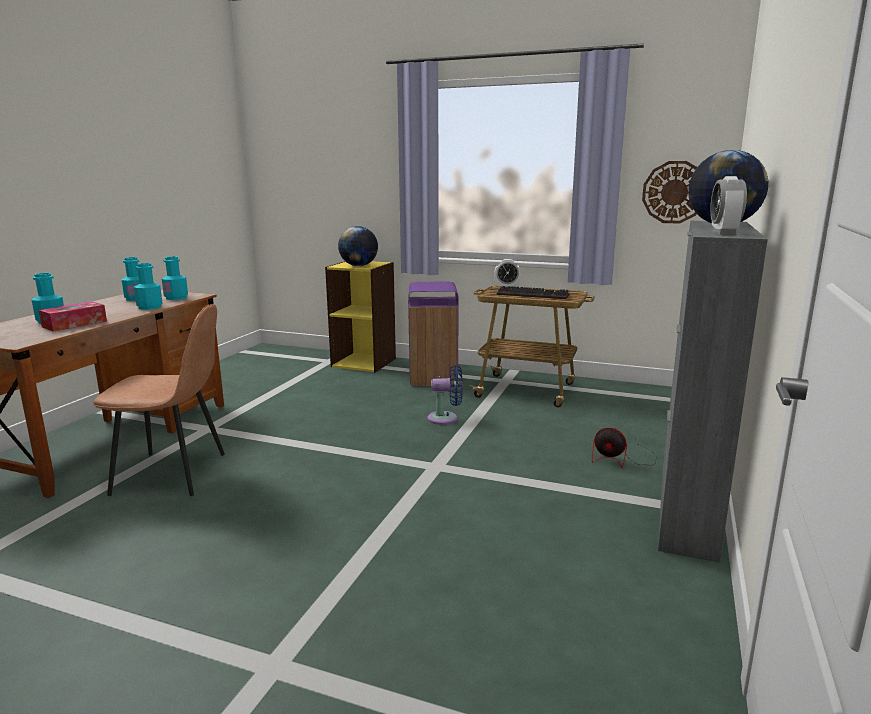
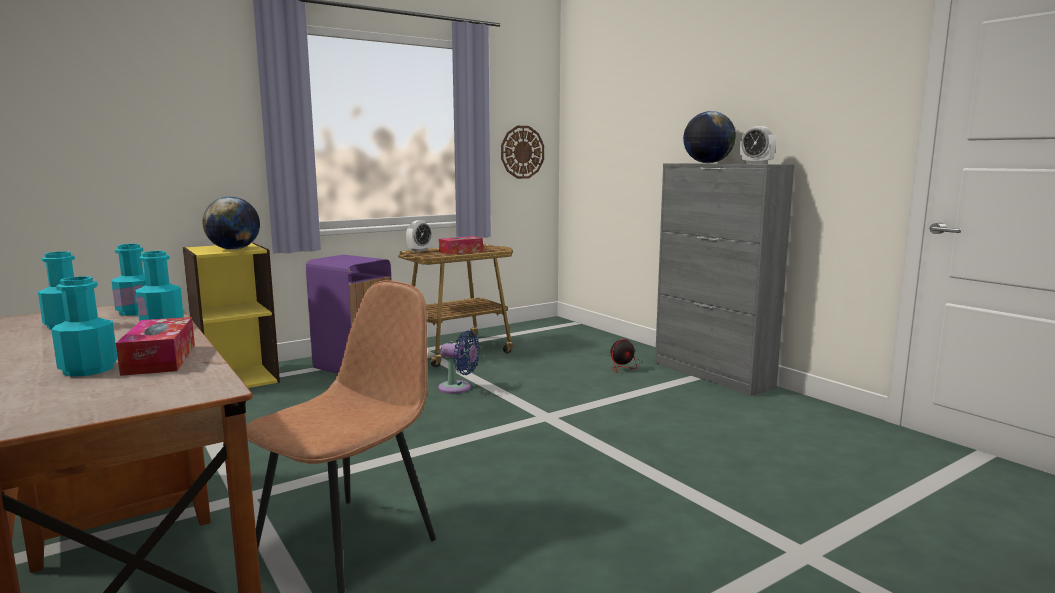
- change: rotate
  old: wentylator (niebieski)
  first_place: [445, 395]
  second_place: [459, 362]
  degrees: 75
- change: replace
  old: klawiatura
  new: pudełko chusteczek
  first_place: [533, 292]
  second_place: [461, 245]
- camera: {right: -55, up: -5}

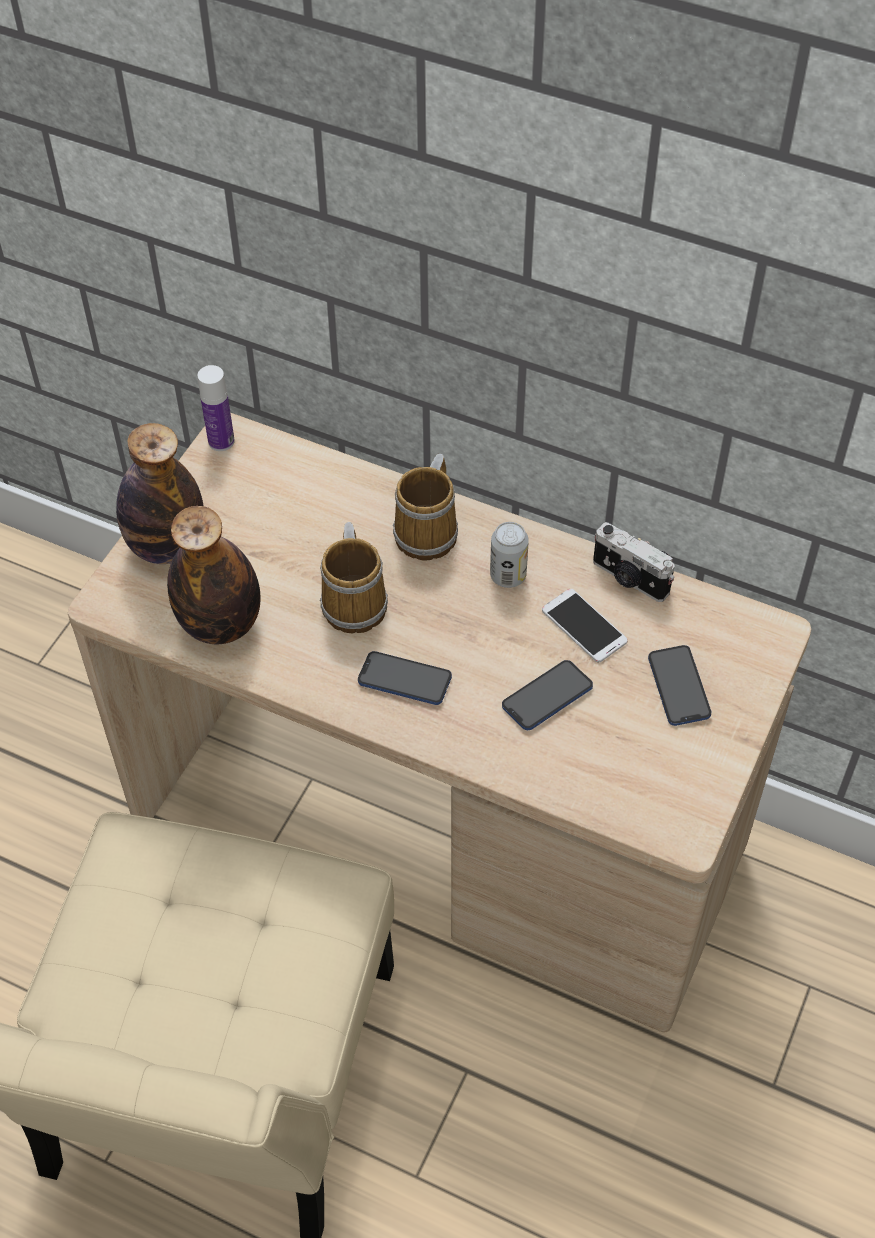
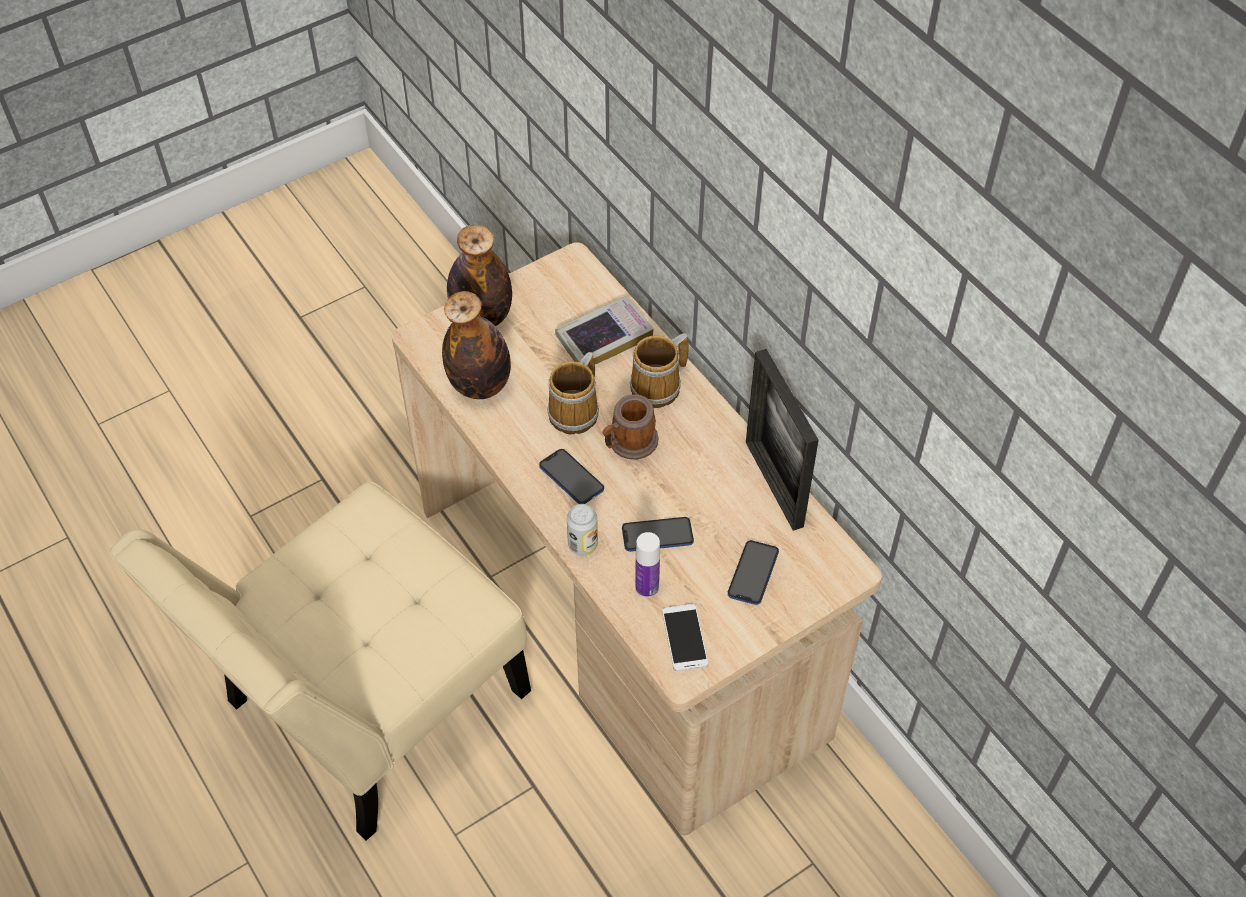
- change: insert
  new: książka
  second_place: [604, 330]
- change: move
  old: puszka
  first_place: [509, 555]
  second_place: [582, 529]
- change: insert
  new: kubek
  second_place: [630, 427]
- change: move
  old: butelka
  first_place: [216, 408]
  second_place: [647, 565]
- change: move
  old: telefon
  first_place: [585, 625]
  second_place: [685, 637]
- change: replace
  old: aparat fotograficzny
  new: ramka na zdjęcie
  first_place: [634, 562]
  second_place: [782, 440]
- camera: {right: 30, up: 0}

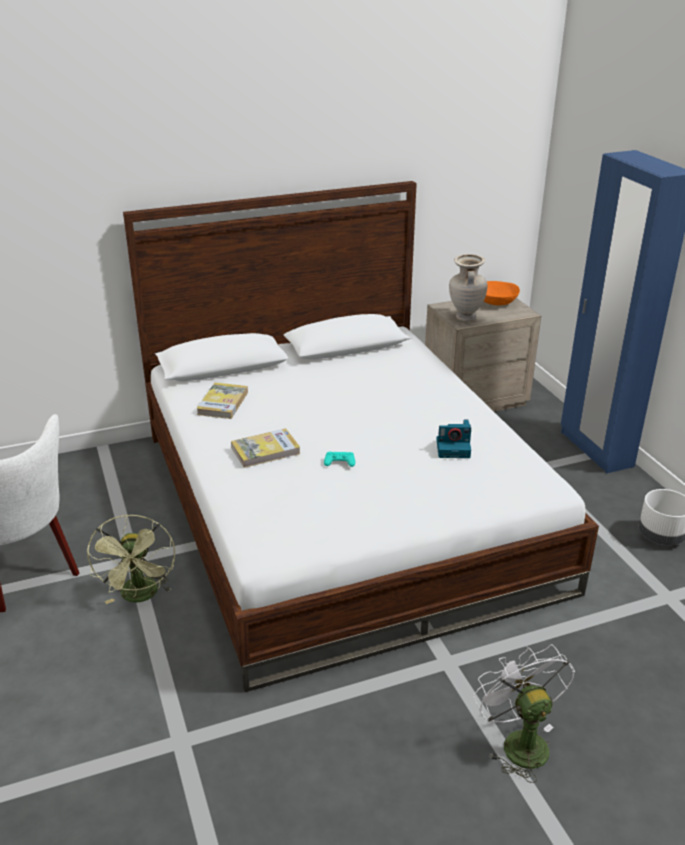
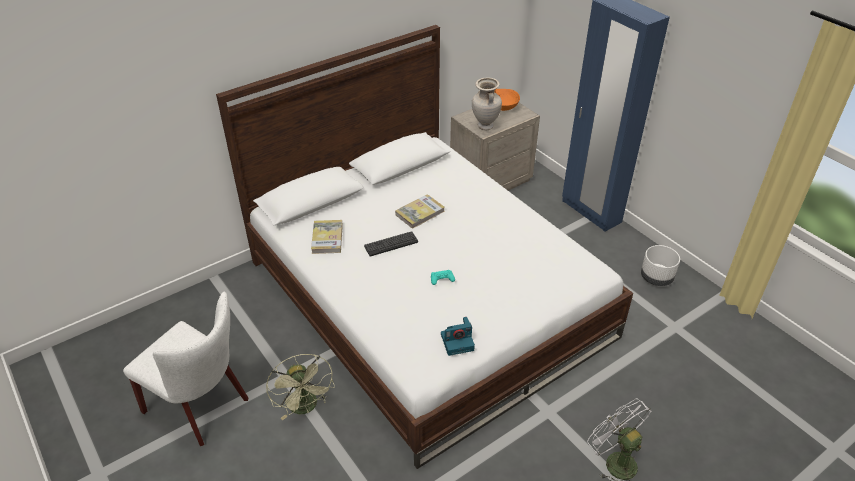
- change: insert
  new: klawiatura
  second_place: [391, 243]
- change: move
  old: książka
  first_place: [265, 448]
  second_place: [420, 211]
- change: move
  old: aparat fotograficzny
  first_place: [453, 438]
  second_place: [458, 336]
- camera: {right: -15, up: 10}

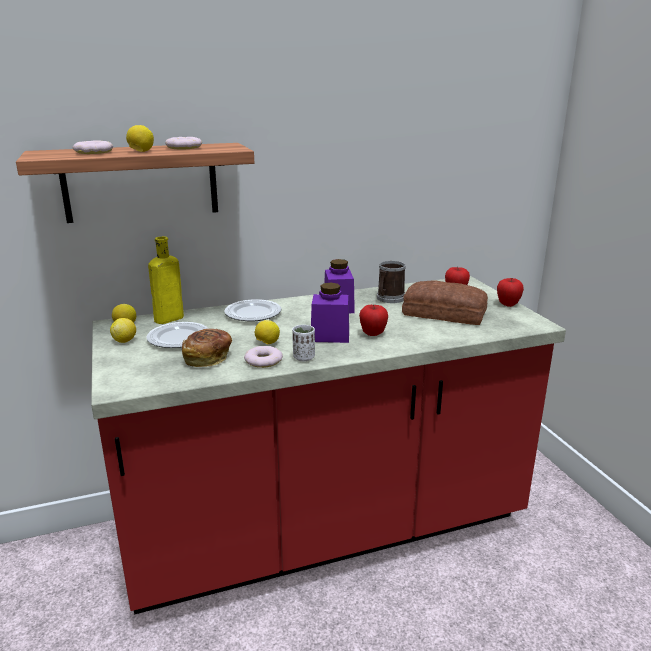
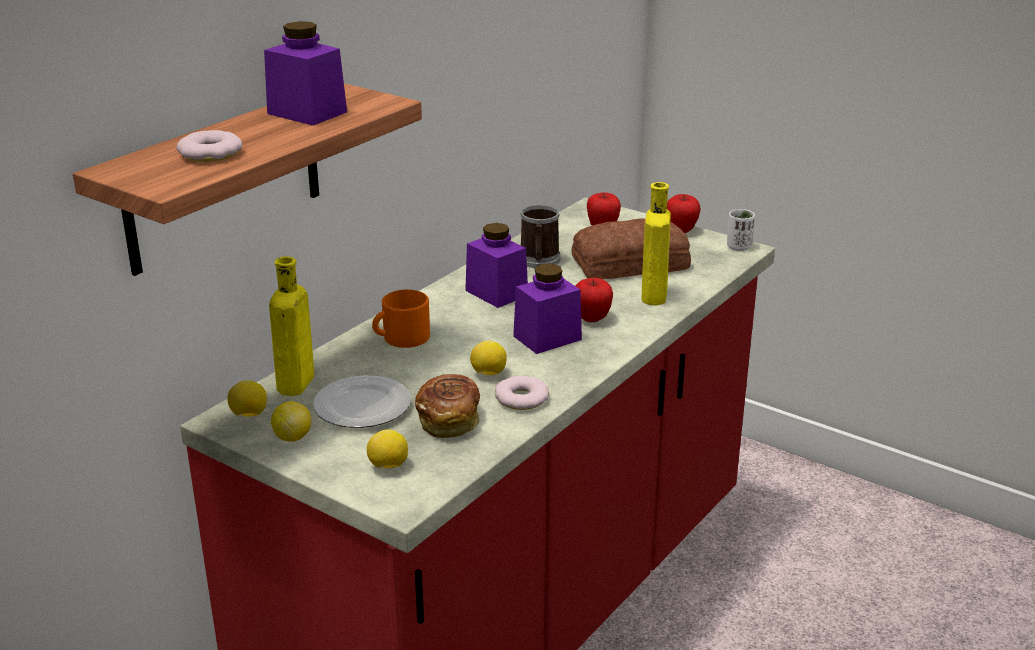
- change: replace
  old: donut
  new: słoik (fioletowy)
  first_place: [183, 143]
  second_place: [305, 73]
- change: move
  old: cytryna
  first_place: [140, 138]
  second_place: [387, 448]
- change: replace
  old: talerz
  new: kubek (pomarańczowy)
  first_place: [252, 310]
  second_place: [401, 318]
- change: insert
  new: butelka (żółty)
  second_place: [656, 243]
- change: move
  old: filiżanka (biały)
  first_place: [303, 343]
  second_place: [741, 230]
- camera: {right: -35, up: 5}

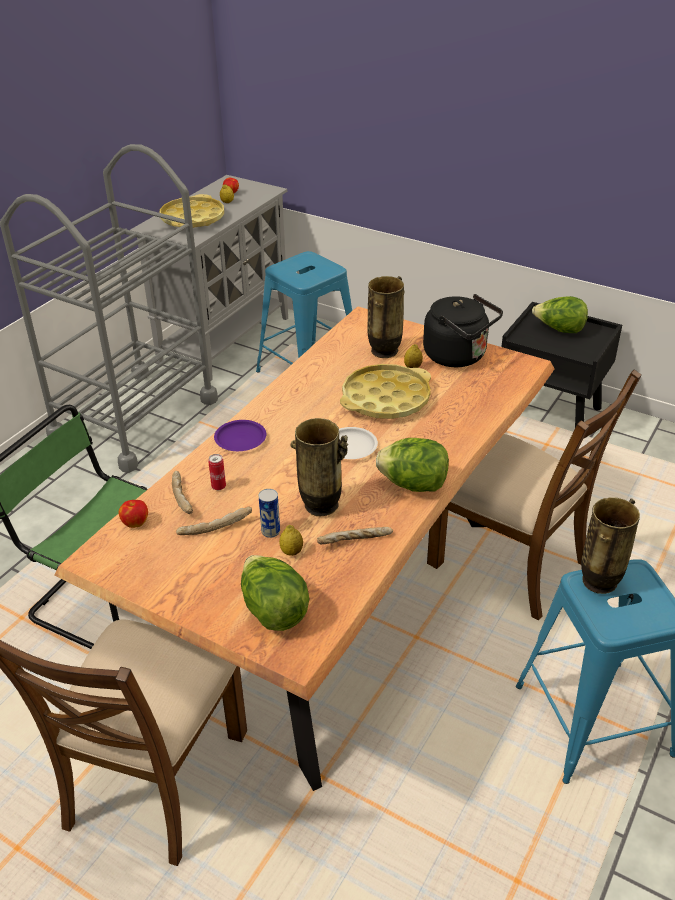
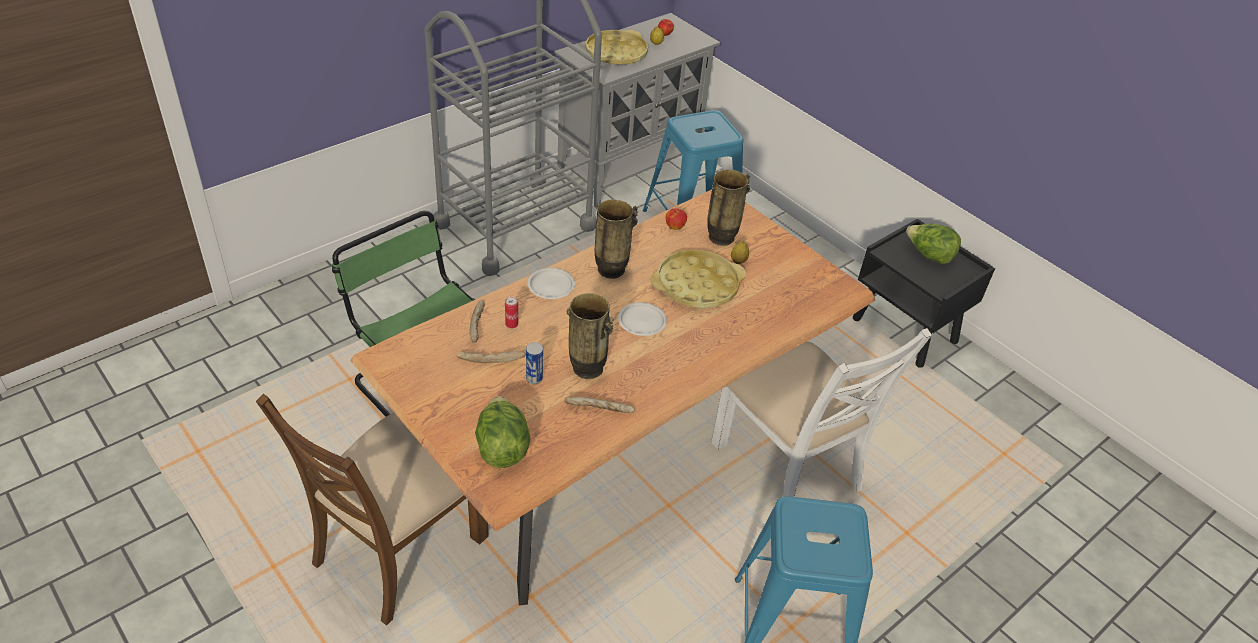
- change: recolor
  old: talerz (fioletowy)
  new: talerz (biały)
  first_place: [240, 435]
  second_place: [551, 283]
- change: move
  old: wazon
  first_place: [610, 546]
  second_place: [616, 239]
- change: move
  old: jabłko
  first_place: [133, 514]
  second_place: [676, 219]
- change: recolor
  old: krzesło (brązowy)
  new: krzesło (biały)
  first_place: [534, 495]
  second_place: [821, 412]
- change: delete
  old: cytryna
  first_place: [291, 540]
- change: delete
  old: sałata
  first_place: [412, 465]
- change: delete
  old: czajnik (czarny)
  first_place: [463, 330]
- camera: {right: 15, up: 5}

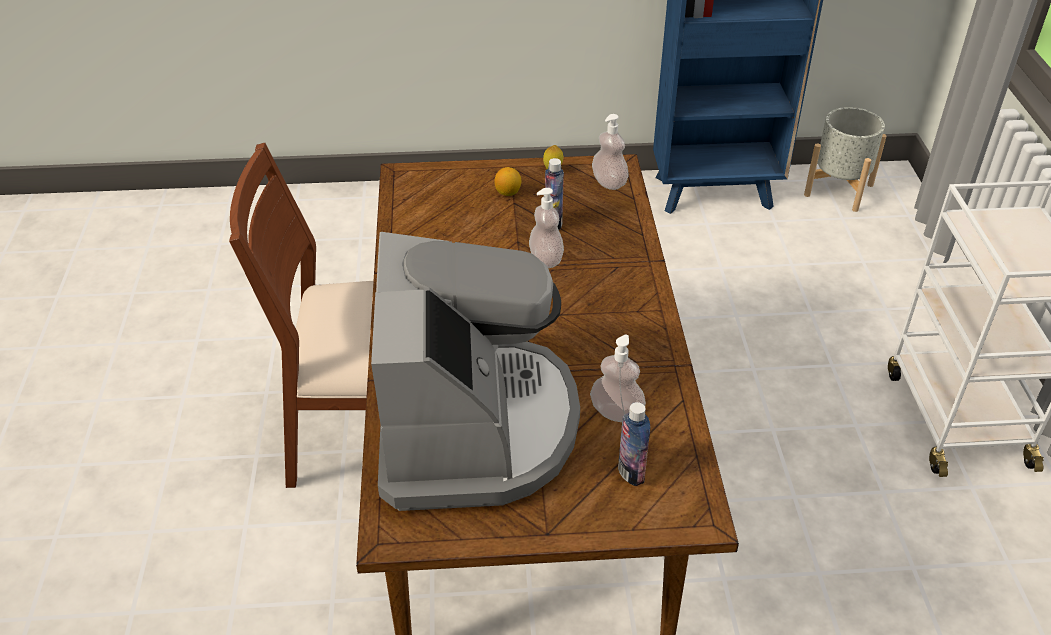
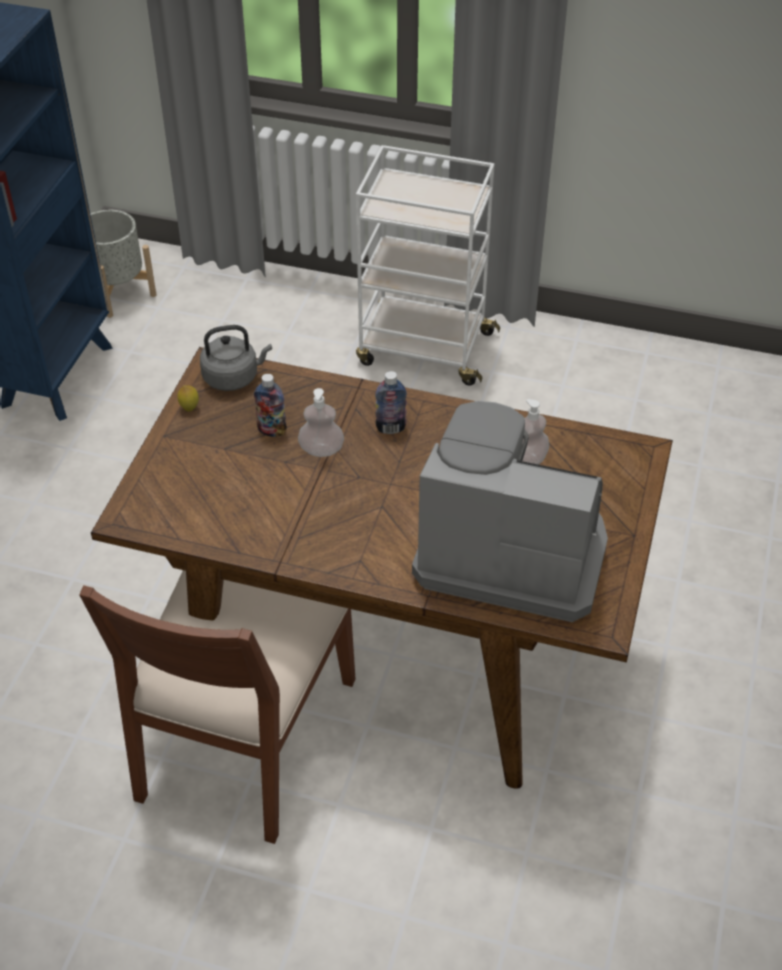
- change: replace
  old: dozownik mydła
  new: czajnik (szary)
  first_place: [610, 152]
  second_place: [236, 358]
- change: move
  old: butelka
  first_place: [634, 444]
  second_place: [391, 402]
- change: delete
  old: cytryna
  first_place: [507, 181]
- camera: {right: -70, up: 5}

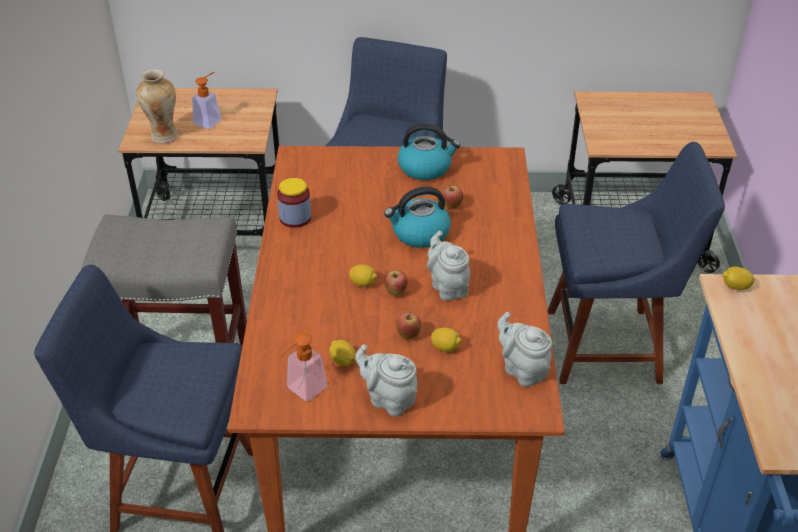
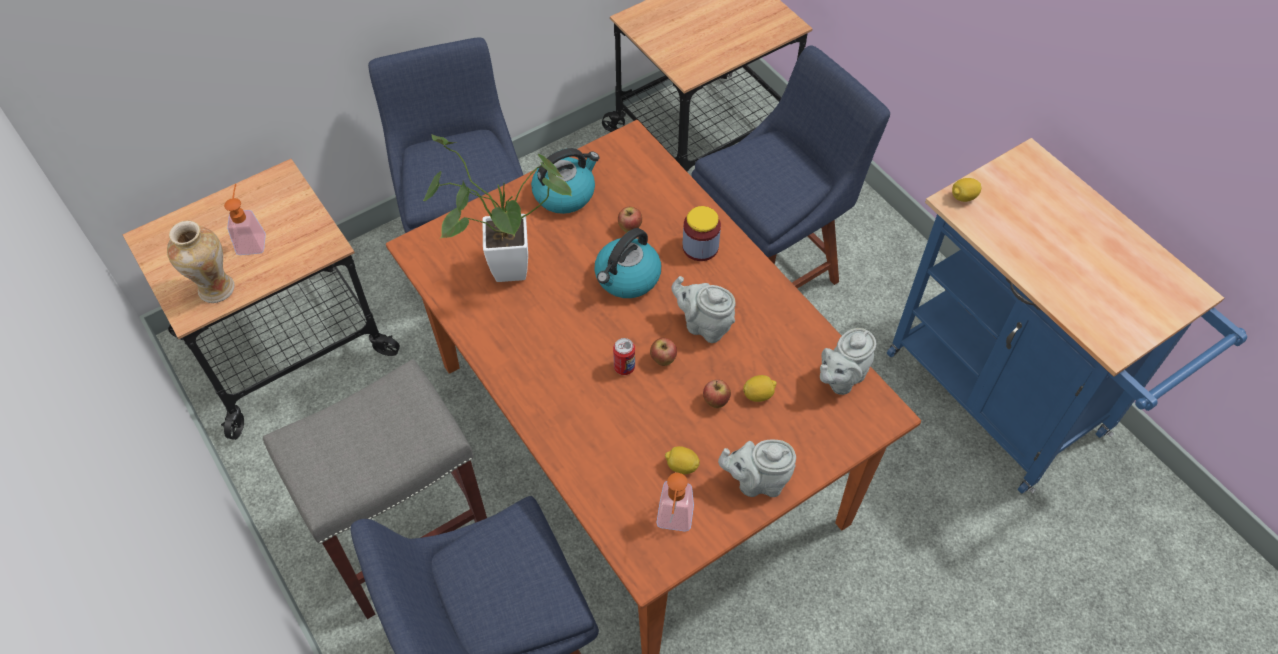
- change: insert
  new: roślina doniczkowa
  second_place: [497, 208]
- change: replace
  old: cytryna
  new: puszka
  first_place: [363, 275]
  second_place: [624, 356]
- change: move
  old: słoik
  first_place: [294, 203]
  second_place: [701, 233]
- change: rotate
  old: imbryk (szary)
  first_place: [524, 349]
  second_place: [848, 361]
  degrees: -60
- camera: {right: -35, up: 15}

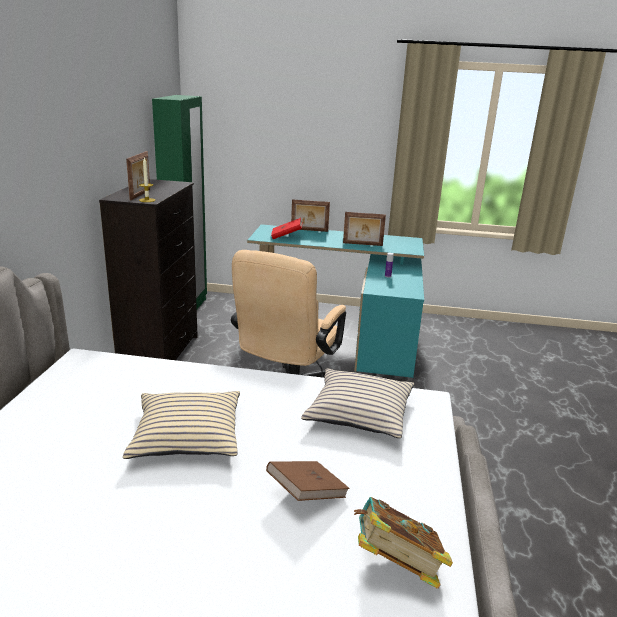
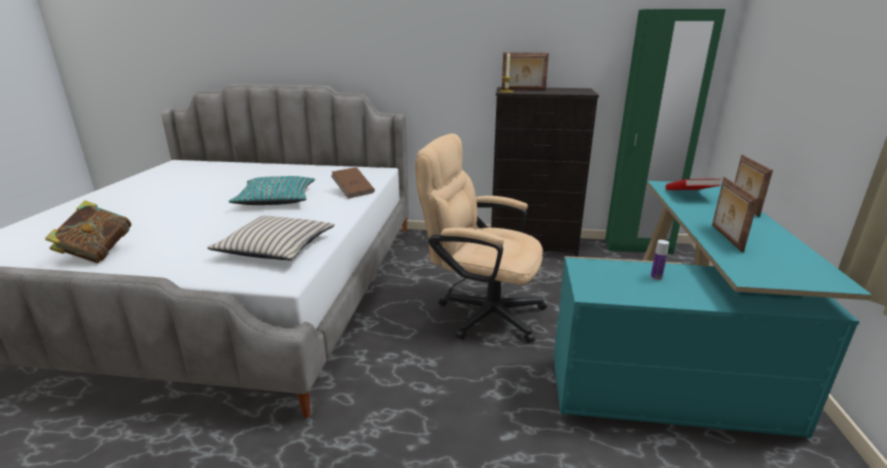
- change: recolor
  old: poduszka (beżowy)
  new: poduszka (turkusowy)
  first_place: [181, 425]
  second_place: [271, 190]
- change: move
  old: książka (brązowy)
  first_place: [308, 481]
  second_place: [353, 183]
- camera: {right: 90, up: 0}

